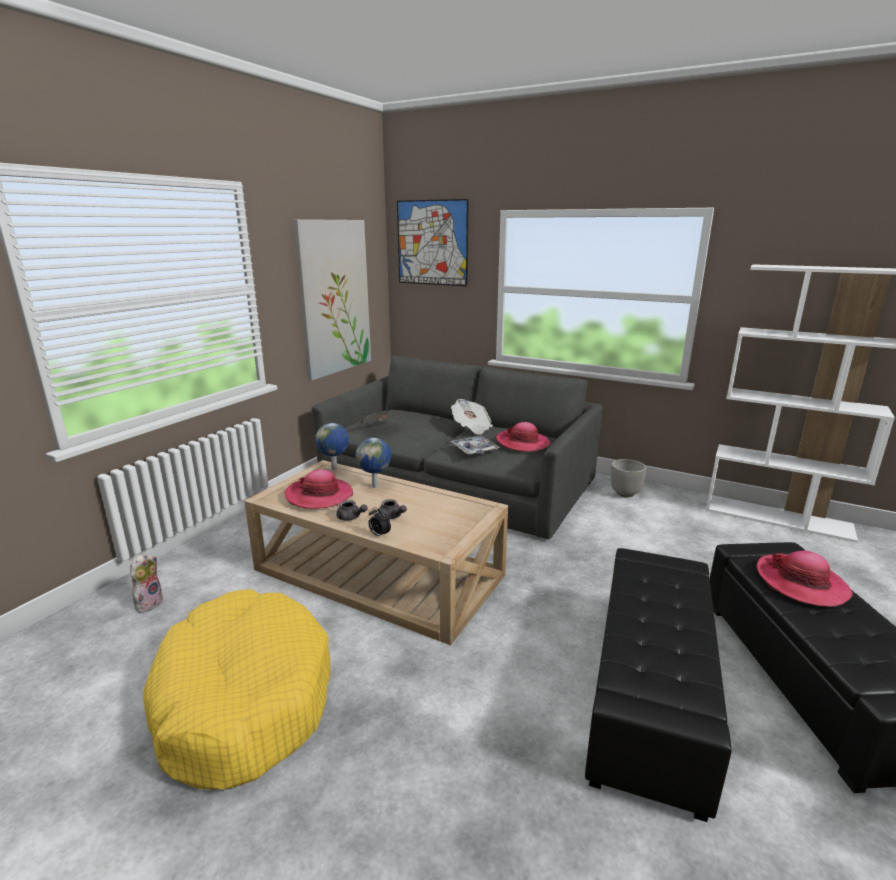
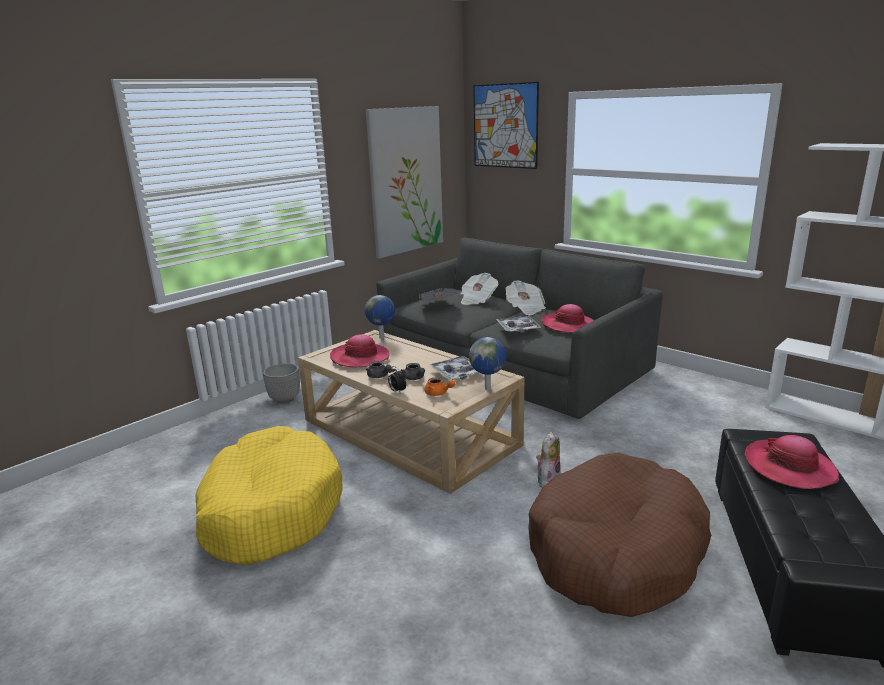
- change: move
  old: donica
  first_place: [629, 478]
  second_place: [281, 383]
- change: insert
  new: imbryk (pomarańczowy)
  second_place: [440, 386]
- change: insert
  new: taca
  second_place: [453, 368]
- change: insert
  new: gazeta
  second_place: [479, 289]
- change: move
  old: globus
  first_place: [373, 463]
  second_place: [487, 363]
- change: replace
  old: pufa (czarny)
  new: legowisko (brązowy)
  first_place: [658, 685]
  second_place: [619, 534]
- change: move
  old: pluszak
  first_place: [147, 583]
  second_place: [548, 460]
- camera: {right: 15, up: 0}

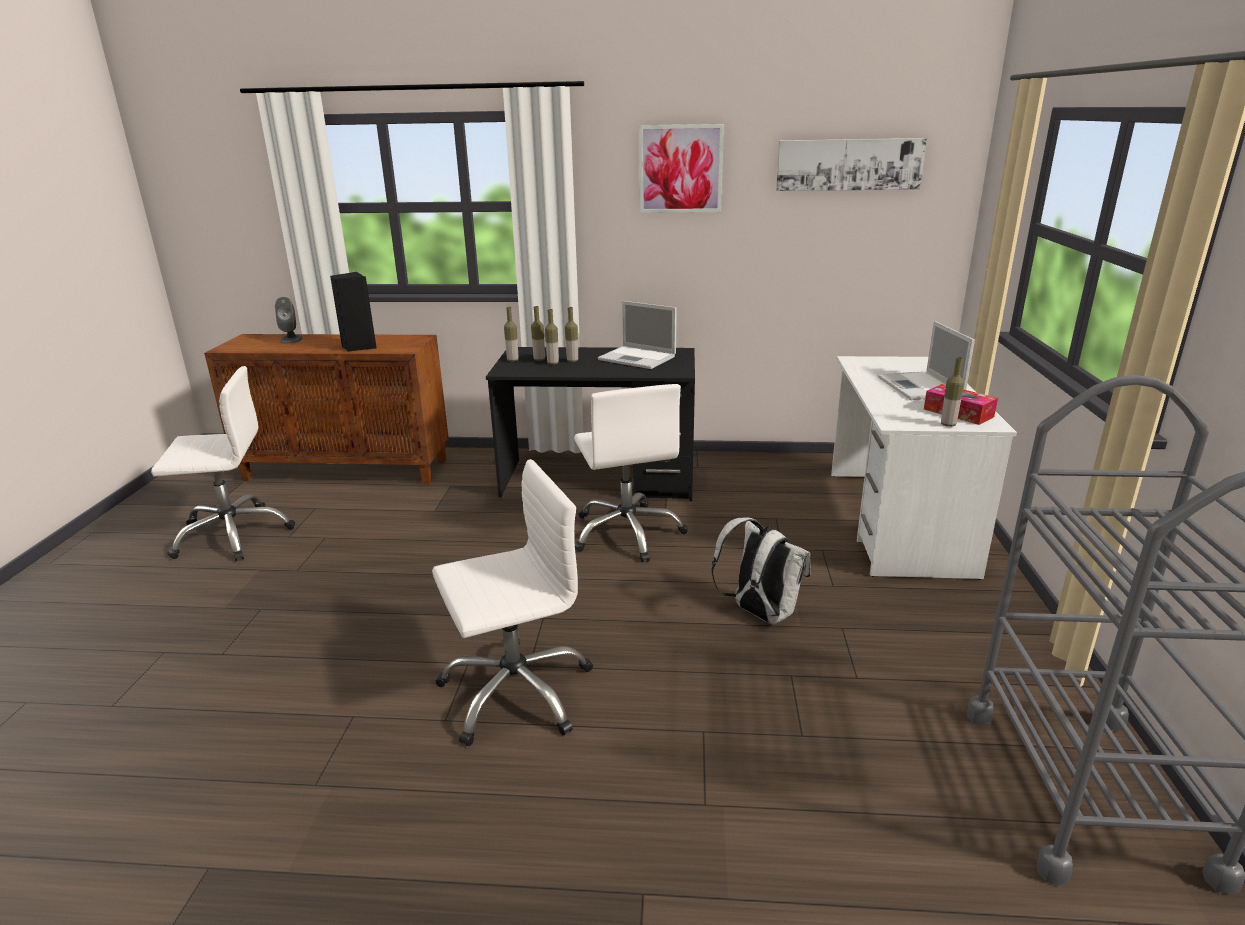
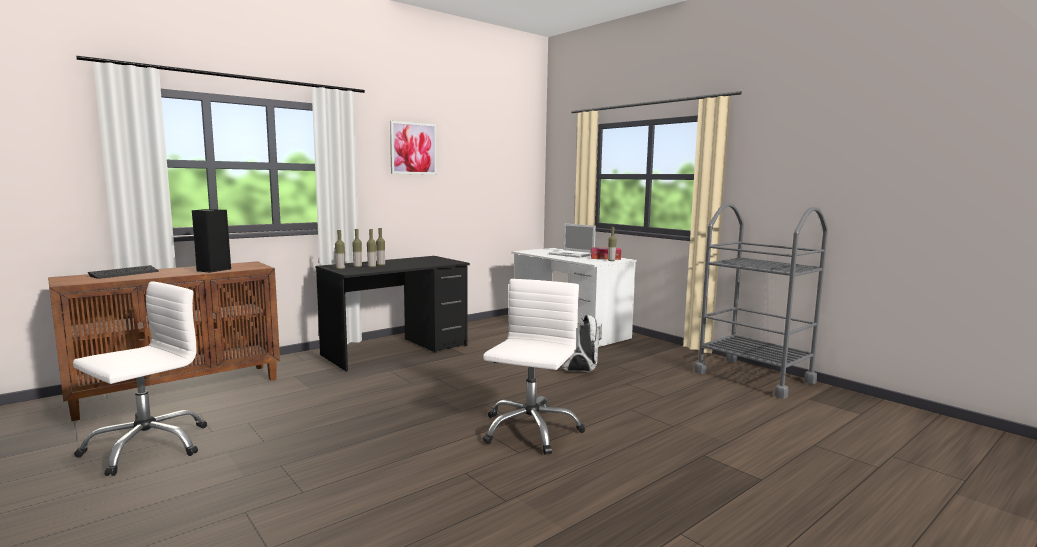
- change: replace
  old: głośnik (szary)
  new: klawiatura
  first_place: [288, 320]
  second_place: [123, 272]
- change: delete
  old: krzesło biurowe (biały)
  first_place: [631, 473]
- change: delete
  old: laptop
  first_place: [637, 335]
- change: delete
  old: obraz
  first_place: [851, 164]
- camera: {right: -45, up: -15}

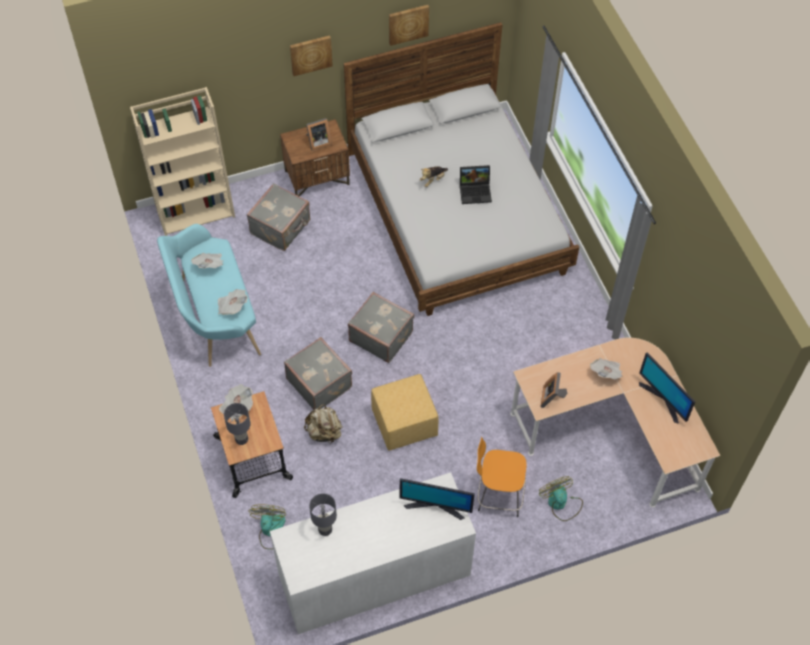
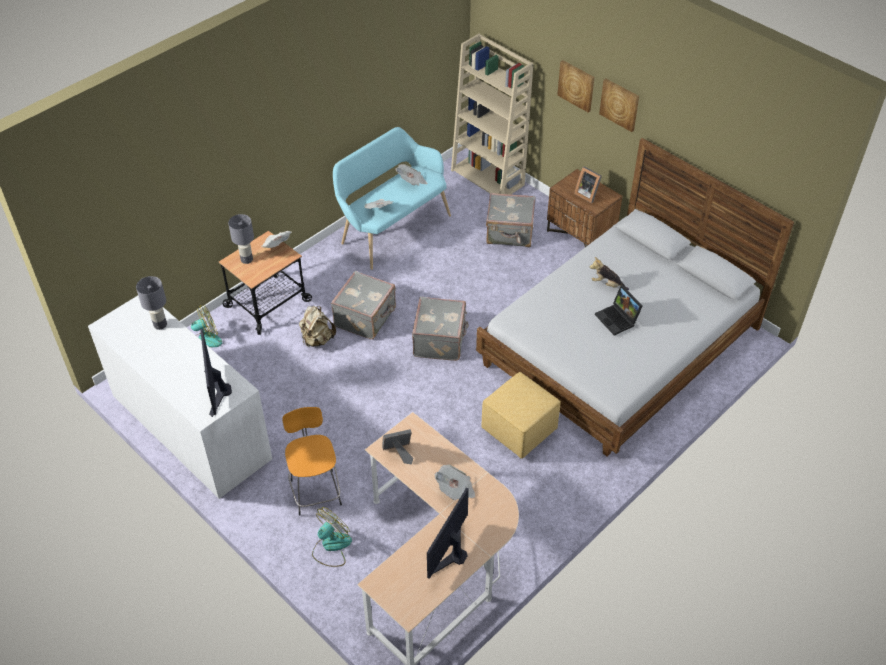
- change: move
  old: pufa (żółty)
  first_place: [404, 412]
  second_place: [521, 415]
- change: move
  old: obraz
  first_place: [409, 25]
  second_place: [576, 86]
- camera: {right: 65, up: -10}

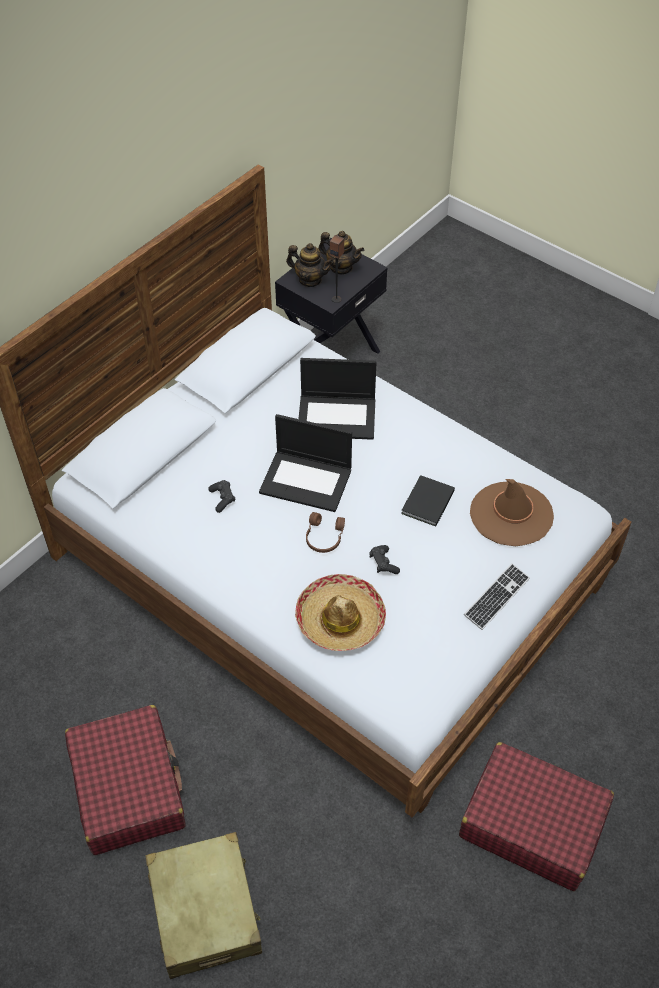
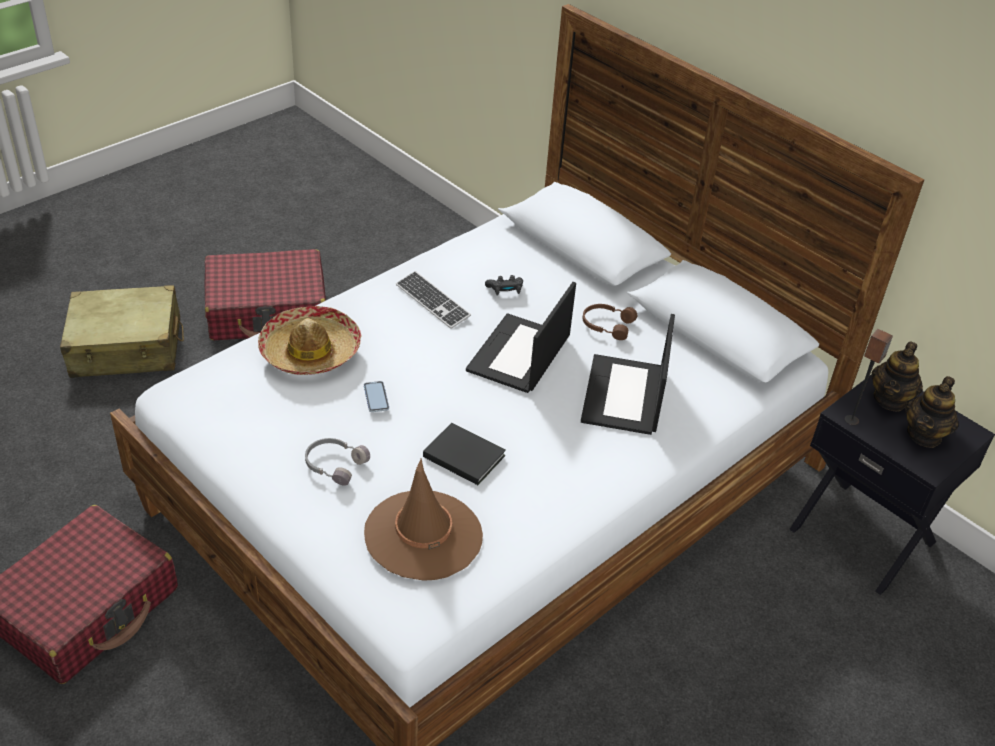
- change: insert
  new: słuchawki (szary)
  second_place: [337, 462]
- change: replace
  old: pad do gier (czarny)
  new: telefon
  first_place: [384, 559]
  second_place: [376, 396]
- change: move
  old: klawiatura
  first_place: [497, 596]
  second_place: [433, 300]
- change: move
  old: słuchawki (brązowy)
  first_place: [325, 532]
  second_place: [609, 322]
- camera: {right: 95, up: -10}

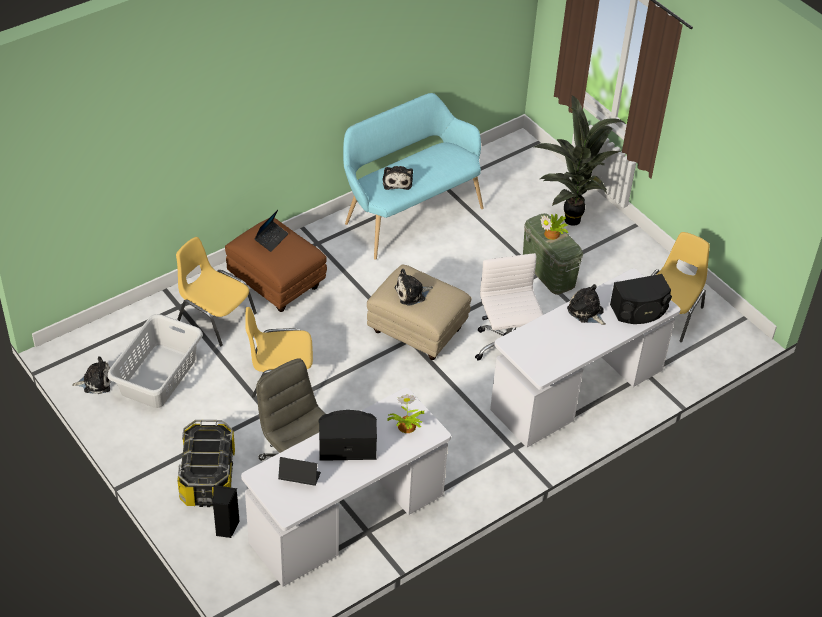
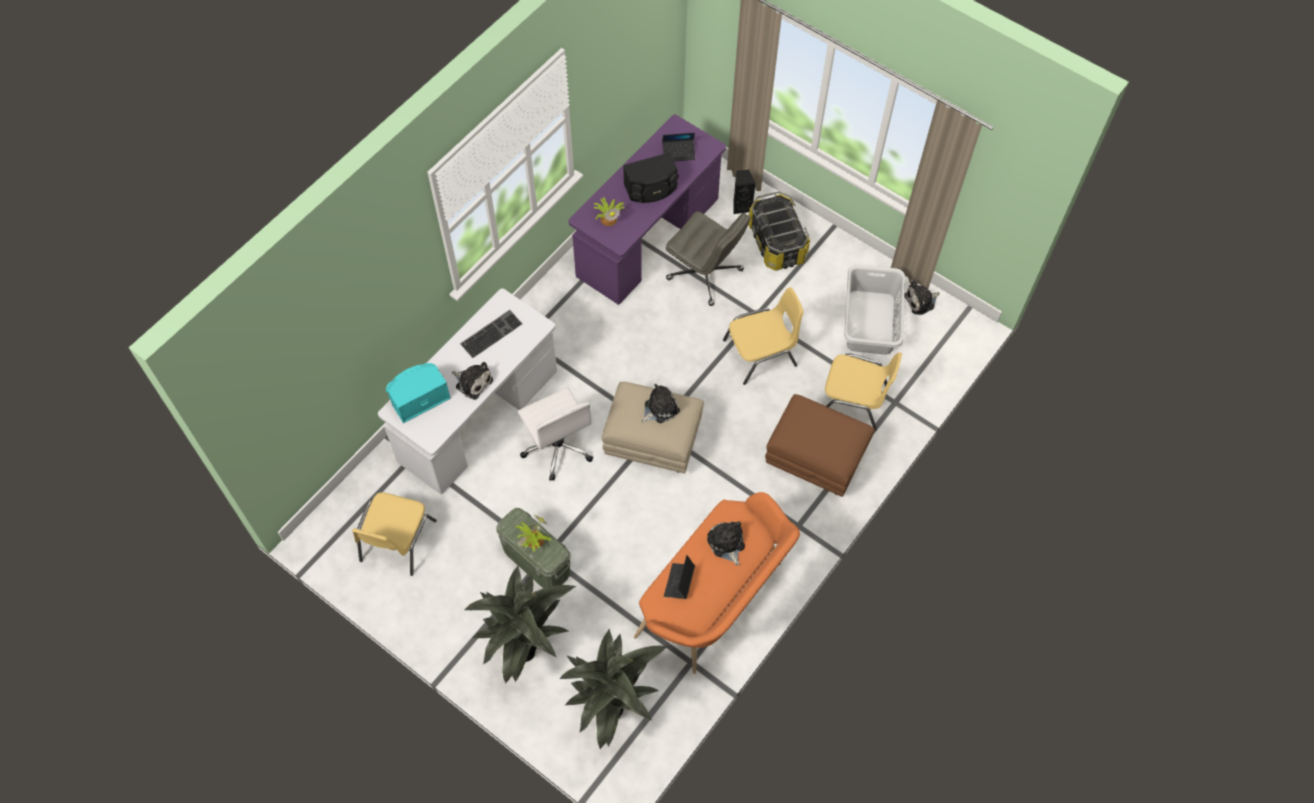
- change: recolor
  old: głośnik (czarny)
  new: głośnik (turkusowy)
  first_place: [641, 299]
  second_place: [418, 393]
- change: insert
  new: klawiatura
  second_place: [491, 334]
- change: insert
  new: roślina doniczkowa
  second_place: [613, 689]
- change: recolor
  old: biurko (biały)
  new: biurko (fioletowy)
  first_place: [346, 487]
  second_place: [647, 210]
- change: recolor
  old: ławka (turkusowy)
  new: ławka (pomarańczowy)
  first_place: [413, 176]
  second_place: [717, 583]
- change: move
  old: laptop
  first_place: [271, 231]
  second_place: [679, 577]
- camera: {right: 165, up: 15}

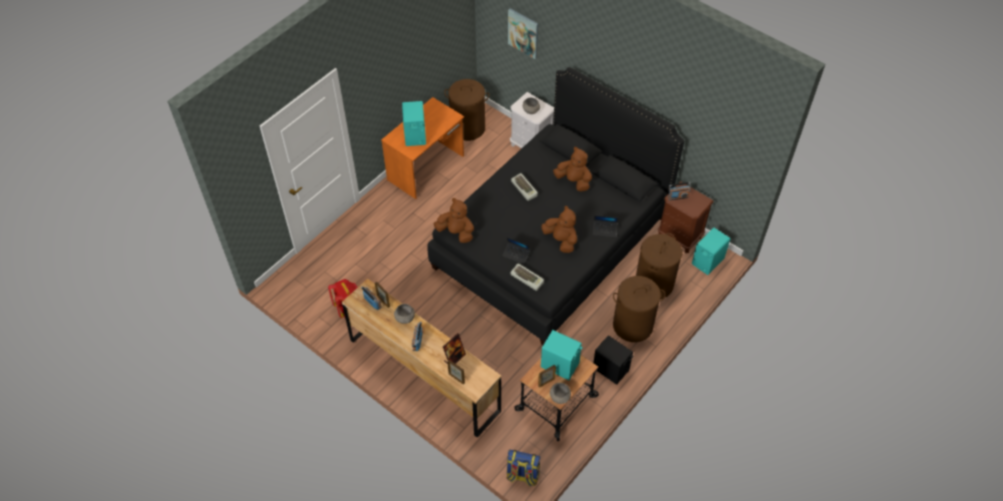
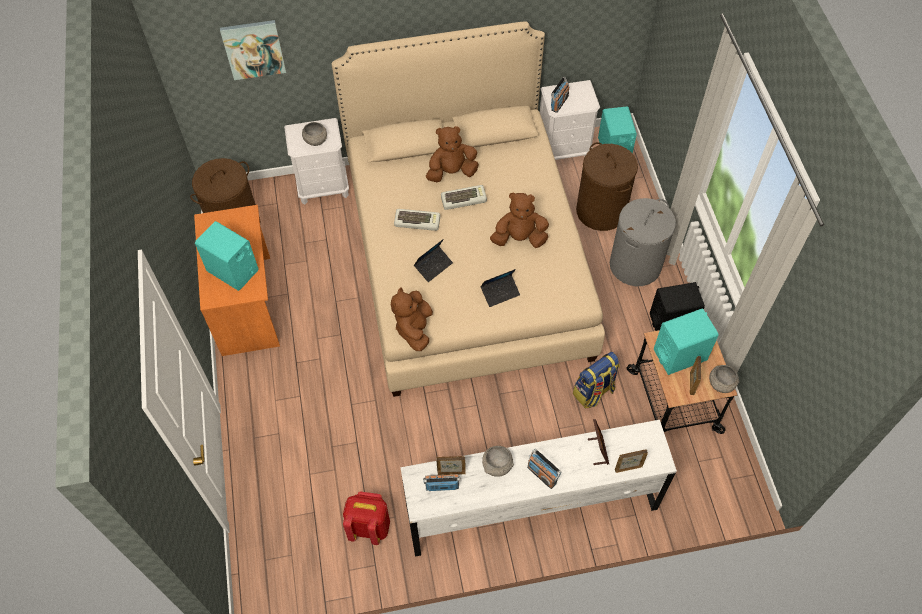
- change: recolor
  old: łóżko (czarny)
  new: łóżko (beżowy)
  first_place: [555, 206]
  second_place: [468, 209]
- change: rotate
  old: pluszak (brązowy)
  first_place: [454, 220]
  second_place: [412, 319]
  degrees: -60
- change: recolor
  old: komoda (brązowy)
  new: komoda (biały)
  first_place: [421, 358]
  second_place: [538, 488]
- change: move
  old: laptop
  first_place: [605, 226]
  second_place: [433, 260]
- change: move
  old: klawiatura
  first_place: [527, 277]
  second_place: [464, 197]
- change: recolor
  old: szafka nocna (brązowy)
  new: szafka nocna (biały)
  first_place: [686, 217]
  second_place: [570, 120]
- change: move
  old: plecak
  first_place: [523, 468]
  second_place: [596, 380]
- change: recolor
  old: kosz na pranie (brązowy)
  new: kosz na pranie (szary)
  first_place: [639, 309]
  second_place: [643, 242]
- camera: {right: -50, up: 5}

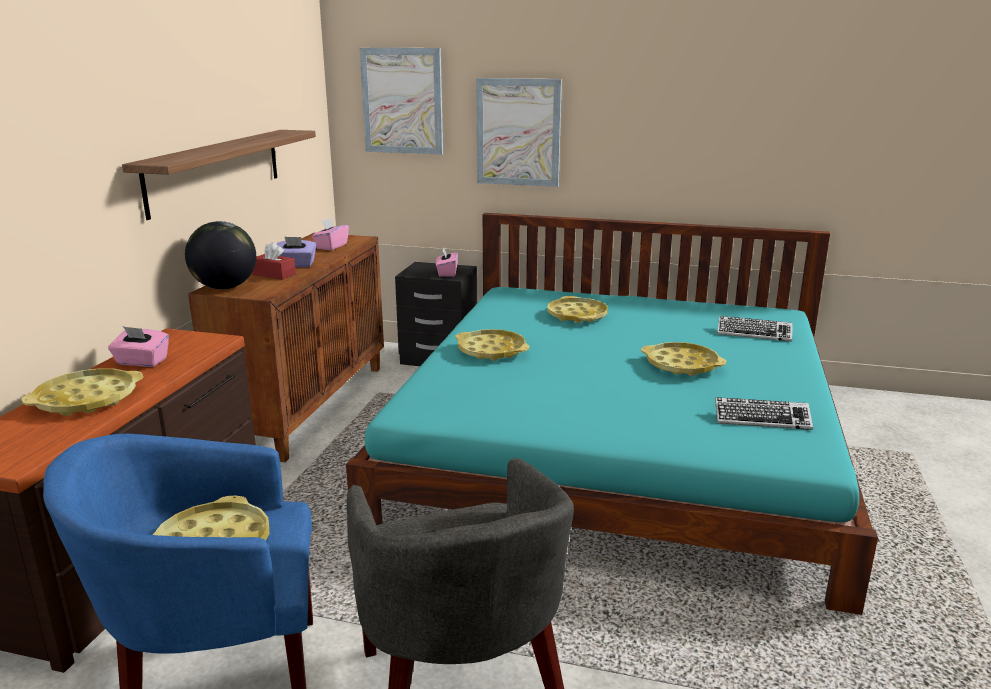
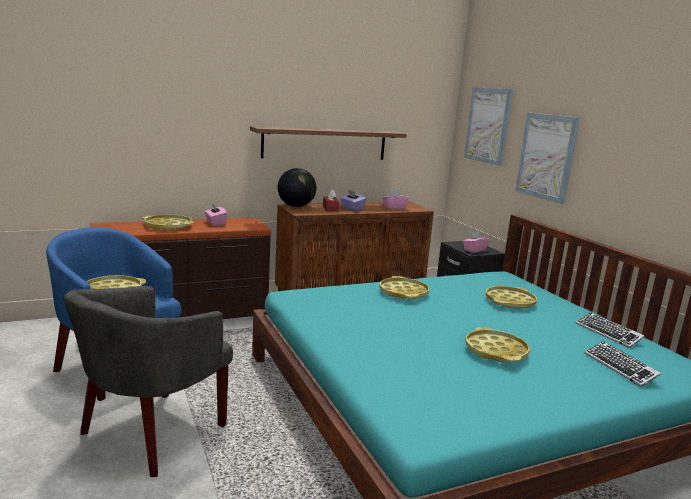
- change: move
  old: klawiatura
  first_place: [764, 413]
  second_place: [610, 330]
- camera: {right: 50, up: -5}

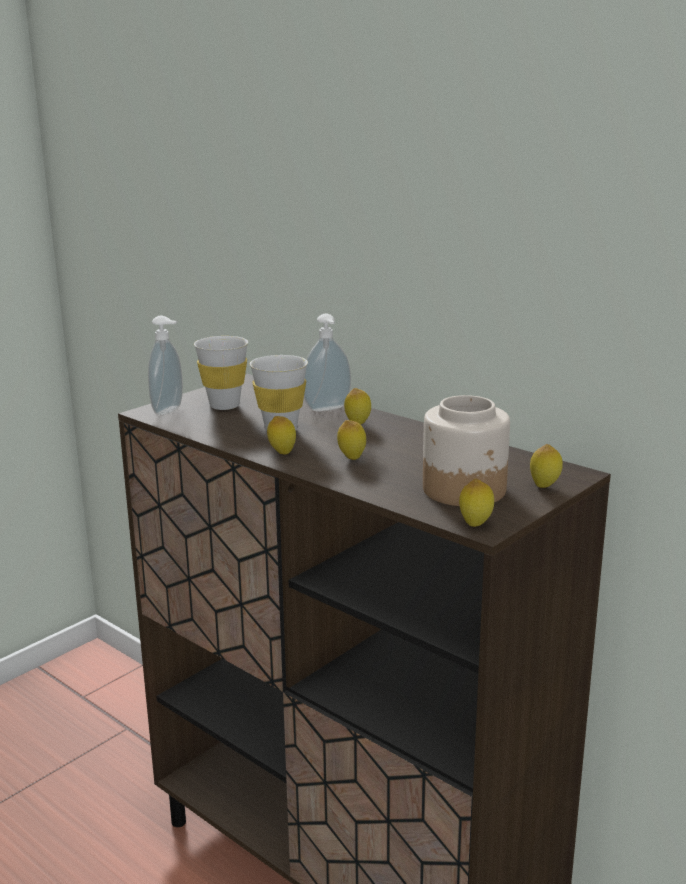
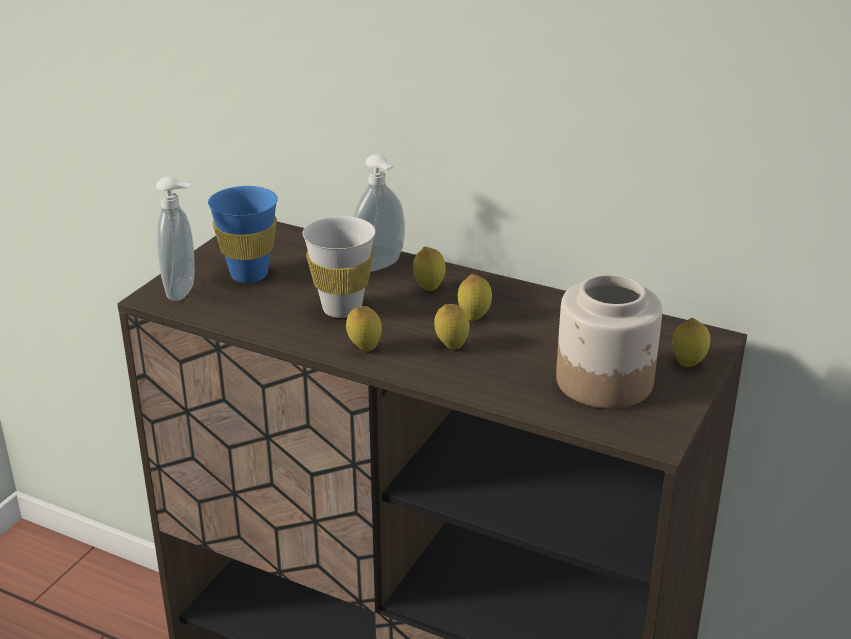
- change: recolor
  old: filiżanka (biały)
  new: filiżanka (niebieski)
  first_place: [221, 373]
  second_place: [243, 234]
- change: move
  old: cytryna
  first_place: [476, 503]
  second_place: [475, 297]
- camera: {right: -15, up: 10}

